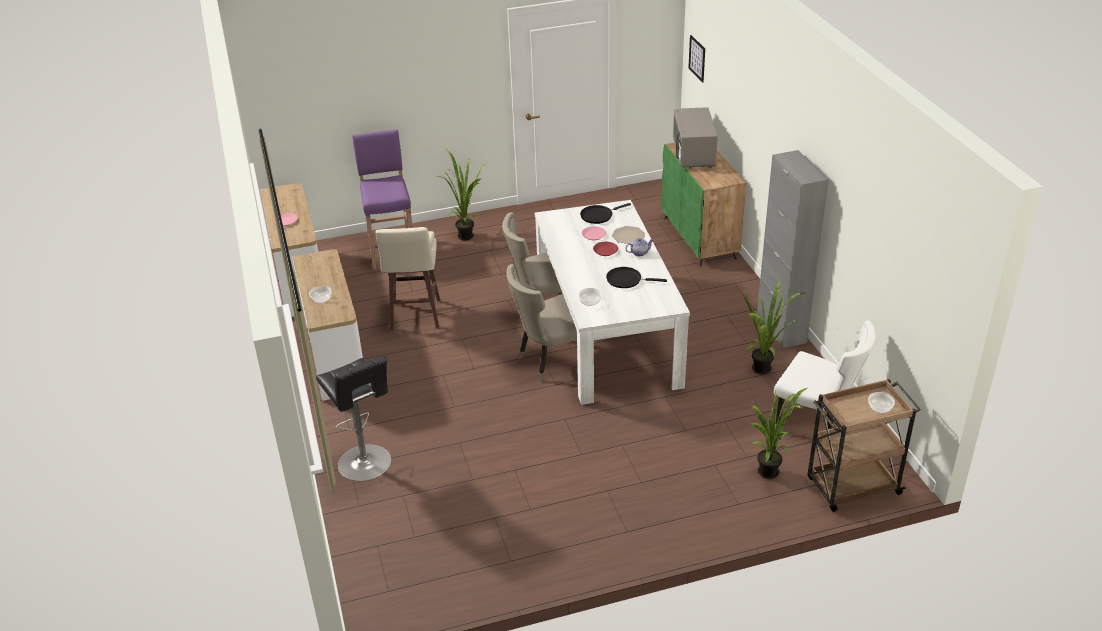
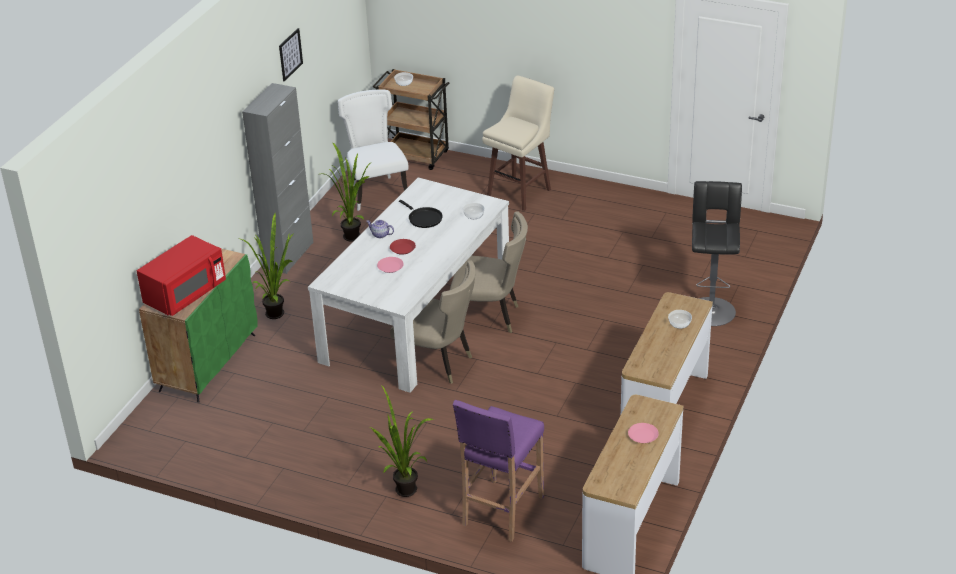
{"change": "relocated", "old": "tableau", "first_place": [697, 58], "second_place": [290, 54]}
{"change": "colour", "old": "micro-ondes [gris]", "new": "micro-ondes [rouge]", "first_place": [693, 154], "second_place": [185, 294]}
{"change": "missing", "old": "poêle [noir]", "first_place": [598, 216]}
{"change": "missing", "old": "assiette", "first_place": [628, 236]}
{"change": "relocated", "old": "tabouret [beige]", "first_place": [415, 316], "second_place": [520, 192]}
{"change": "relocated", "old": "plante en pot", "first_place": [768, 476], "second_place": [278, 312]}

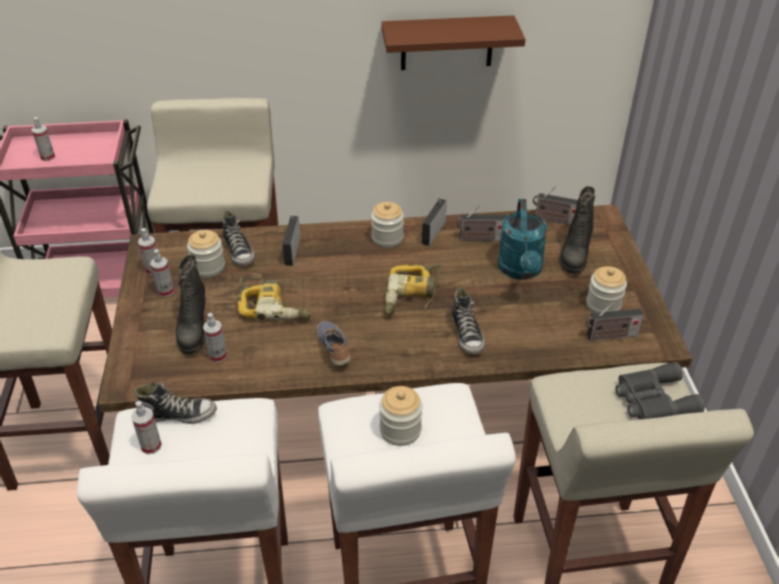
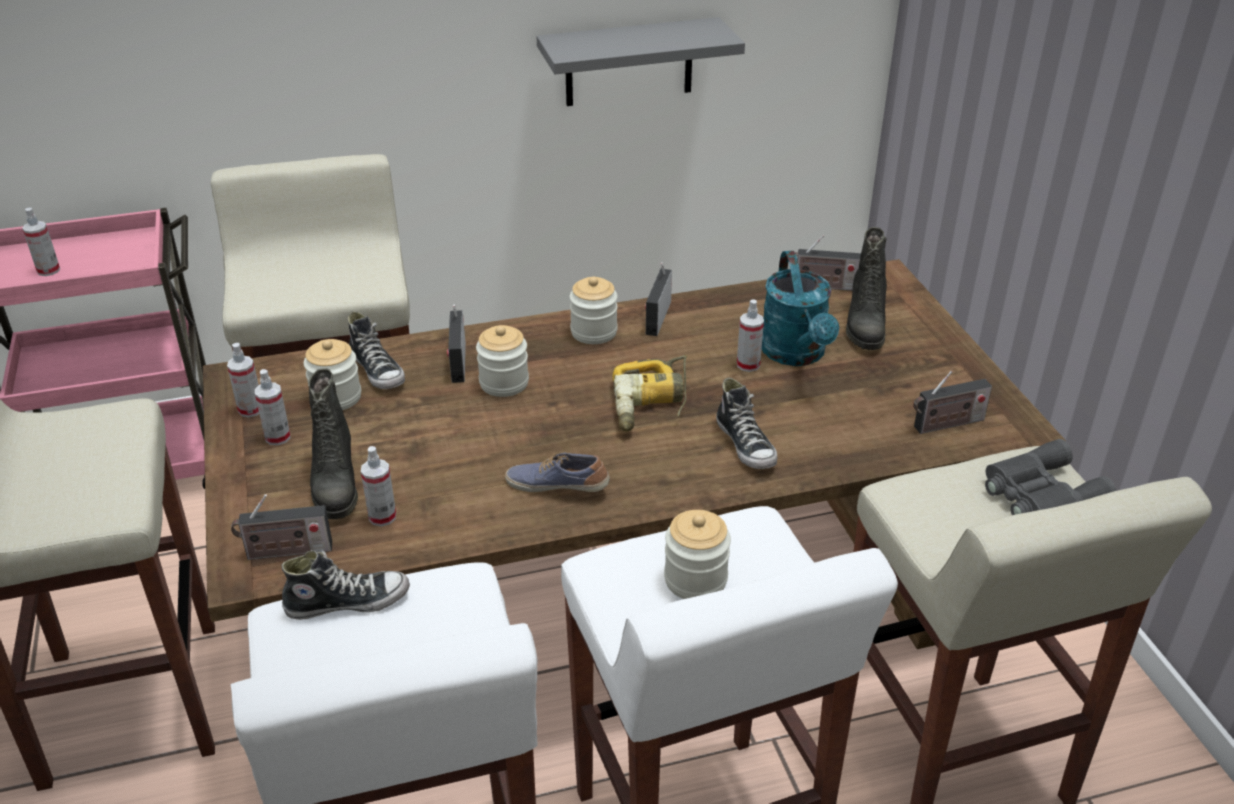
{"change": "colour", "old": "étagère [marron]", "new": "étagère [gris]", "first_place": [447, 43], "second_place": [629, 62]}
{"change": "relocated", "old": "radio", "first_place": [480, 238], "second_place": [285, 552]}
{"change": "relocated", "old": "bocal", "first_place": [603, 305], "second_place": [504, 383]}
{"change": "missing", "old": "perceuse", "first_place": [275, 306]}
{"change": "spun", "old": "chaussure", "first_place": [334, 348], "second_place": [558, 486], "degrees": -45}
{"change": "relocated", "old": "vaporisateur", "first_place": [151, 446], "second_place": [748, 365]}

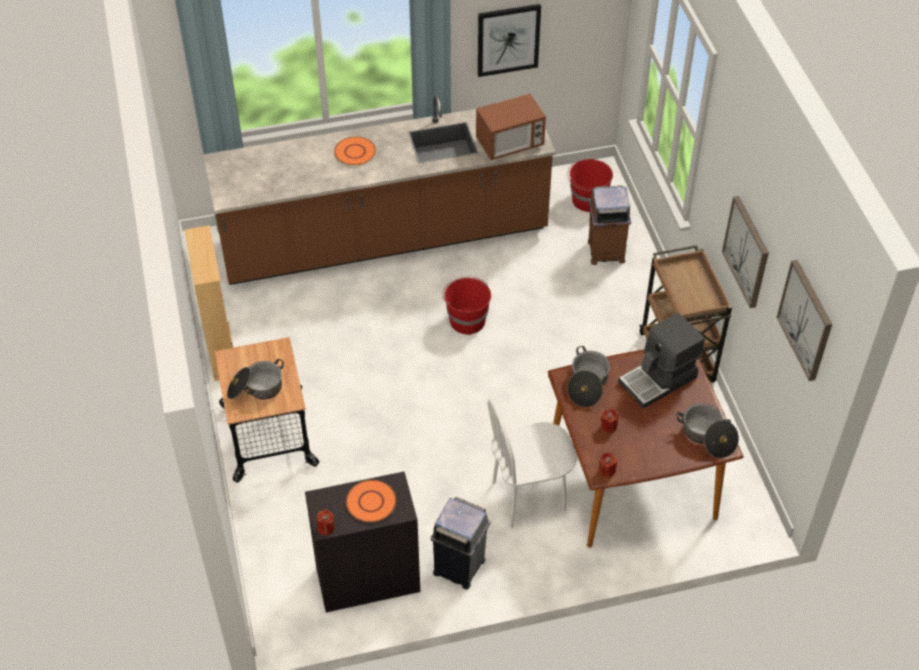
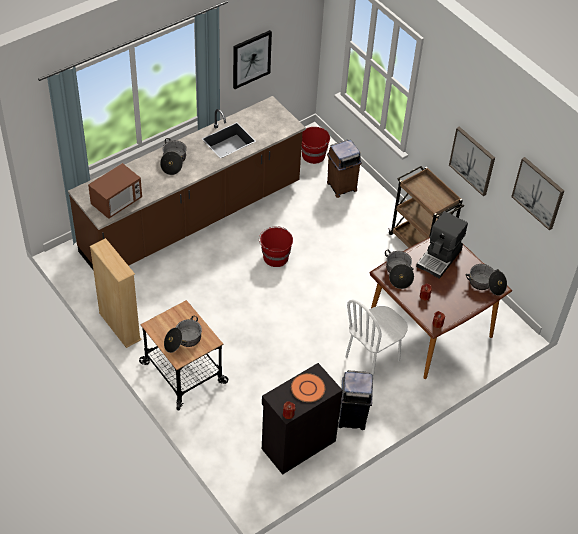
{"change": "relocated", "old": "micro-ondes", "first_place": [510, 144], "second_place": [117, 202]}
{"change": "exchanged", "old": "assiette [orange]", "new": "marmite", "first_place": [355, 152], "second_place": [173, 162]}

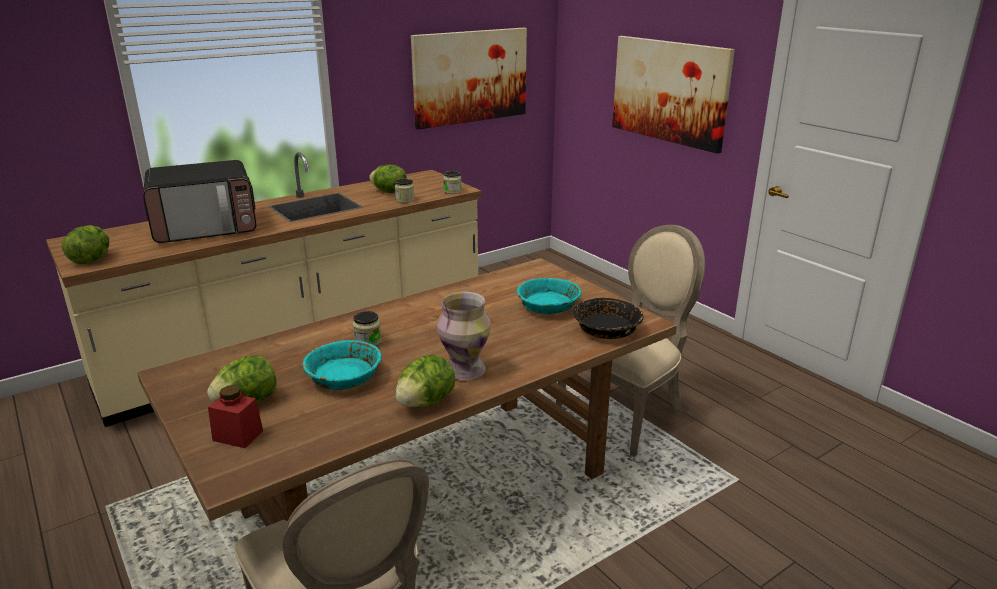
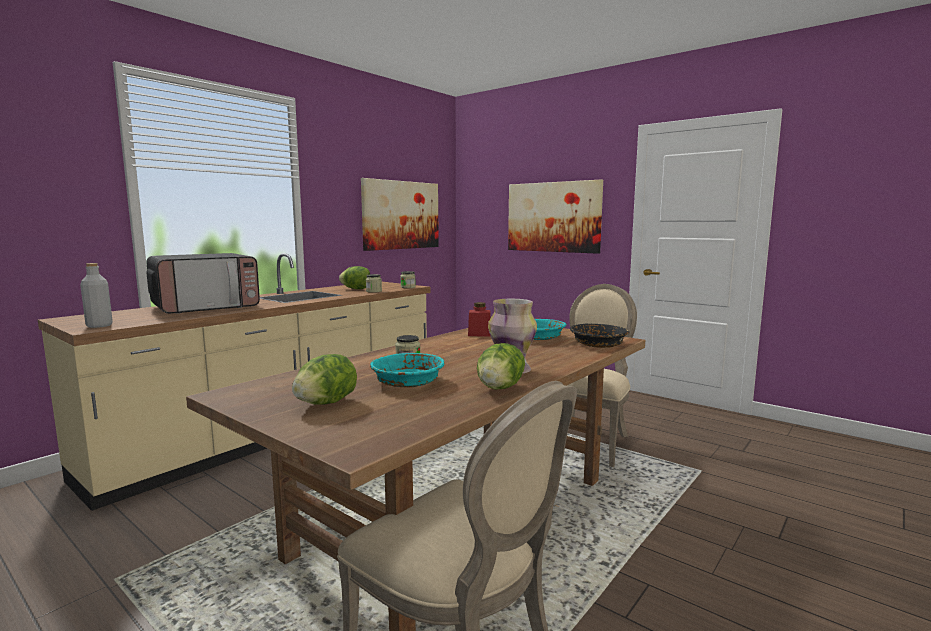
{"change": "exchanged", "old": "laitue", "new": "bouteille [gris]", "first_place": [91, 260], "second_place": [99, 325]}
{"change": "relocated", "old": "bocal [rouge]", "first_place": [238, 435], "second_place": [479, 334]}

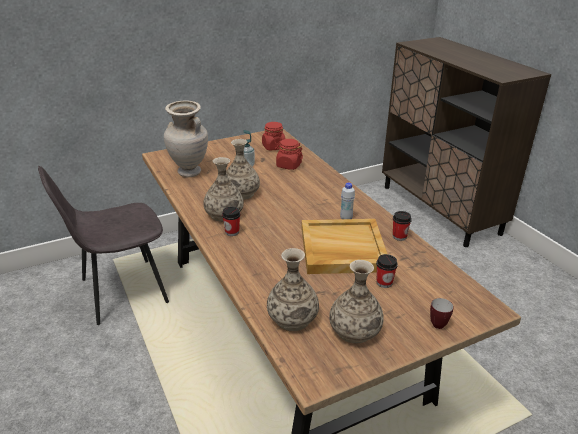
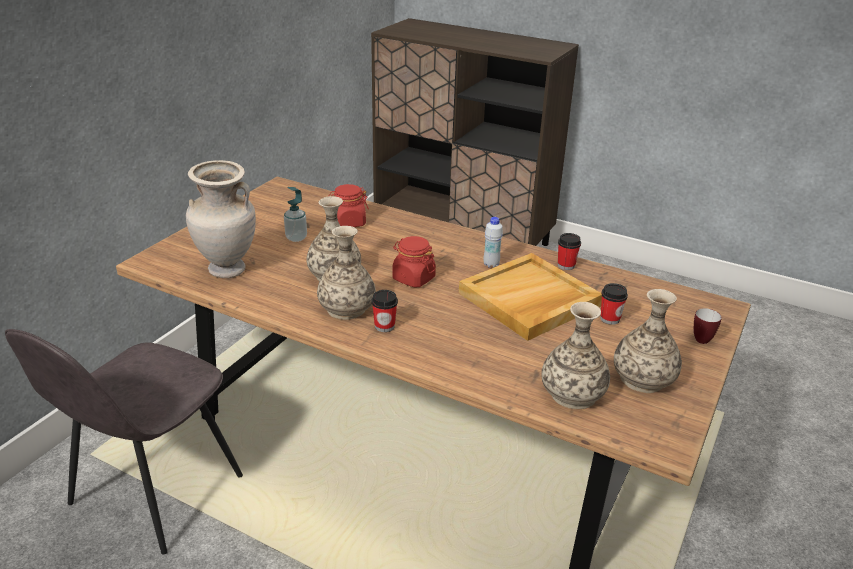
{"change": "relocated", "old": "bocal [rouge]", "first_place": [273, 147], "second_place": [413, 278]}

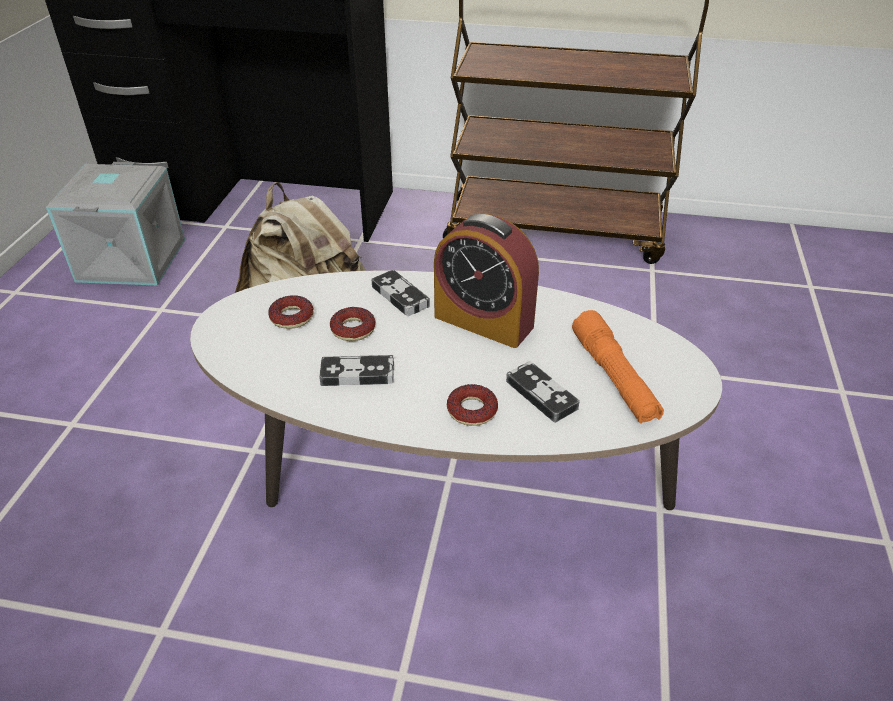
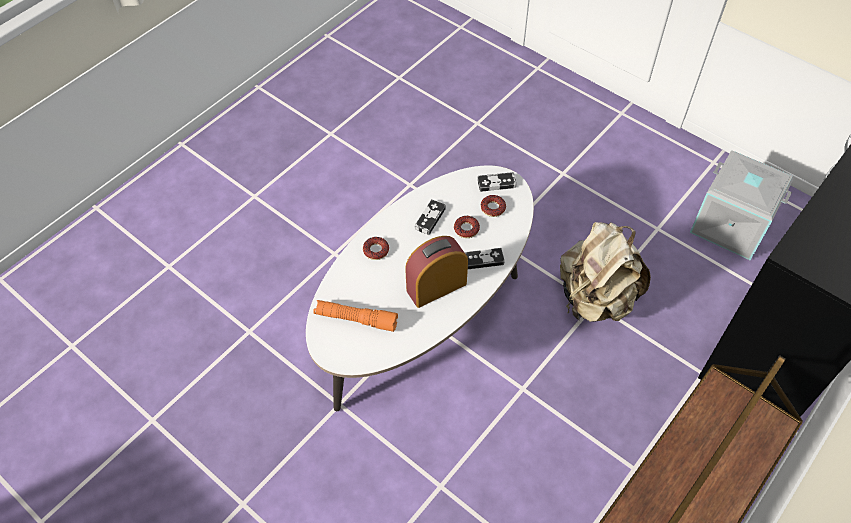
{"change": "relocated", "old": "manette", "first_place": [541, 394], "second_place": [496, 183]}

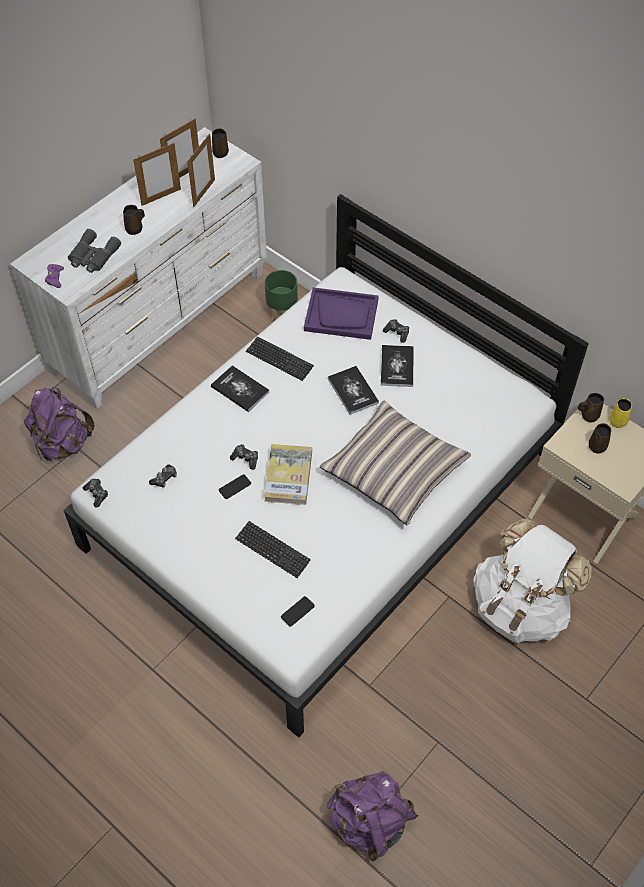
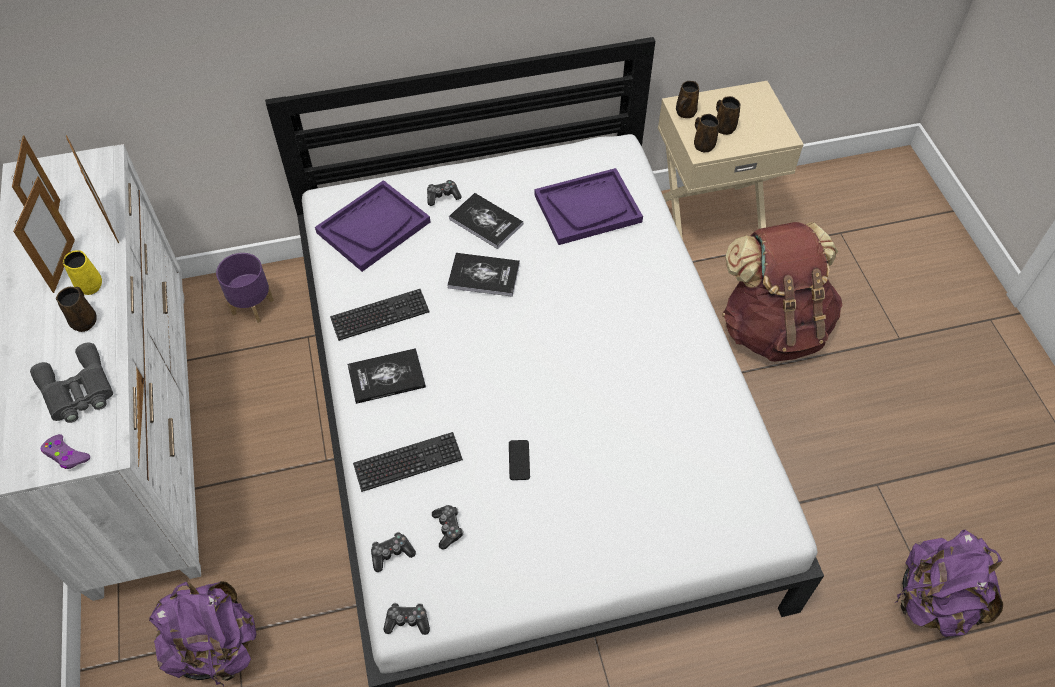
{"change": "relocated", "old": "mug [marron]", "first_place": [221, 152], "second_place": [703, 145]}
{"change": "colour", "old": "cache-pot [vert]", "new": "cache-pot [violet]", "first_place": [282, 311], "second_place": [253, 306]}
{"change": "relocated", "old": "mug [jaune]", "first_place": [618, 421], "second_place": [90, 284]}
{"change": "missing", "old": "coussin", "first_place": [394, 470]}
{"change": "relocated", "old": "manette", "first_place": [245, 459], "second_place": [391, 553]}
{"change": "missing", "old": "livre", "first_place": [288, 476]}
{"change": "colour", "old": "sac à dos [blanc]", "new": "sac à dos [marron]", "first_place": [520, 606], "second_place": [772, 327]}
{"change": "relocated", "old": "clavier", "first_place": [272, 550], "second_place": [408, 463]}
{"change": "missing", "old": "téléphone", "first_place": [297, 611]}
{"change": "appeared", "new": "plateau [violet]", "second_place": [588, 208]}

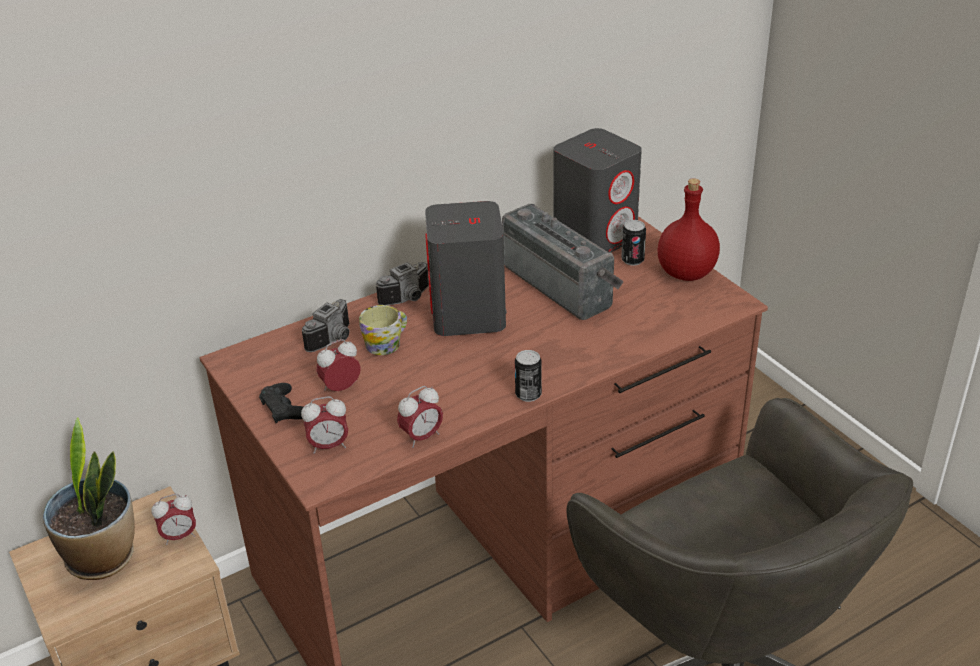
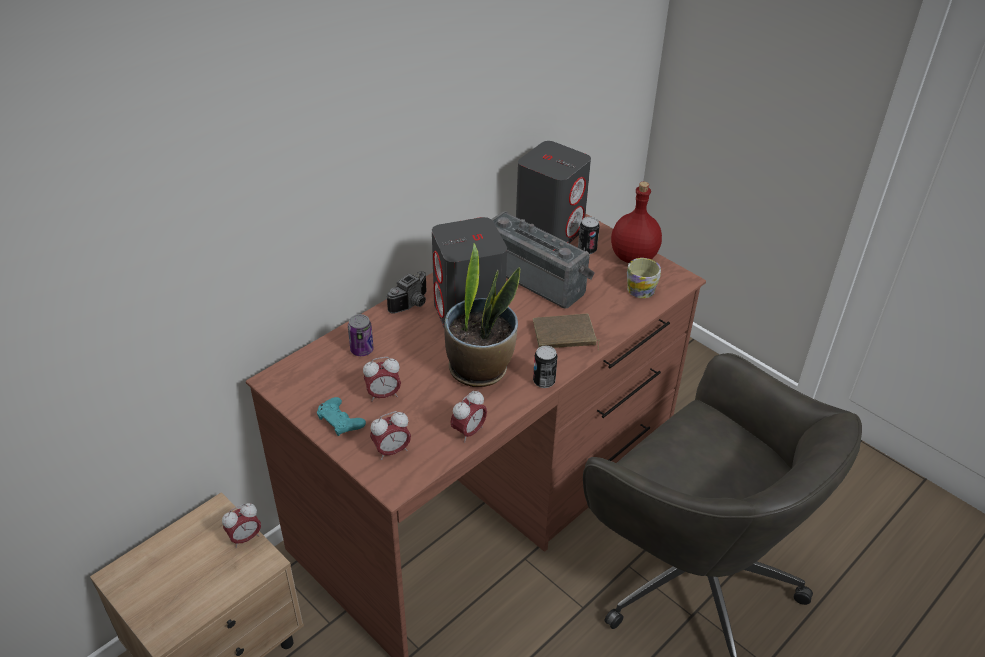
{"change": "exchanged", "old": "appareil photo", "new": "boîte métallique", "first_place": [334, 340], "second_place": [362, 350]}
{"change": "relocated", "old": "mug", "first_place": [387, 343], "second_place": [643, 288]}
{"change": "spun", "old": "réveil", "first_place": [341, 388], "second_place": [383, 395], "degrees": -150}
{"change": "colour", "old": "manette [noir]", "new": "manette [turquoise]", "first_place": [284, 409], "second_place": [340, 421]}
{"change": "relocated", "old": "plante en pot", "first_place": [103, 557], "second_place": [479, 368]}
{"change": "appeared", "new": "livre [marron]", "second_place": [564, 336]}

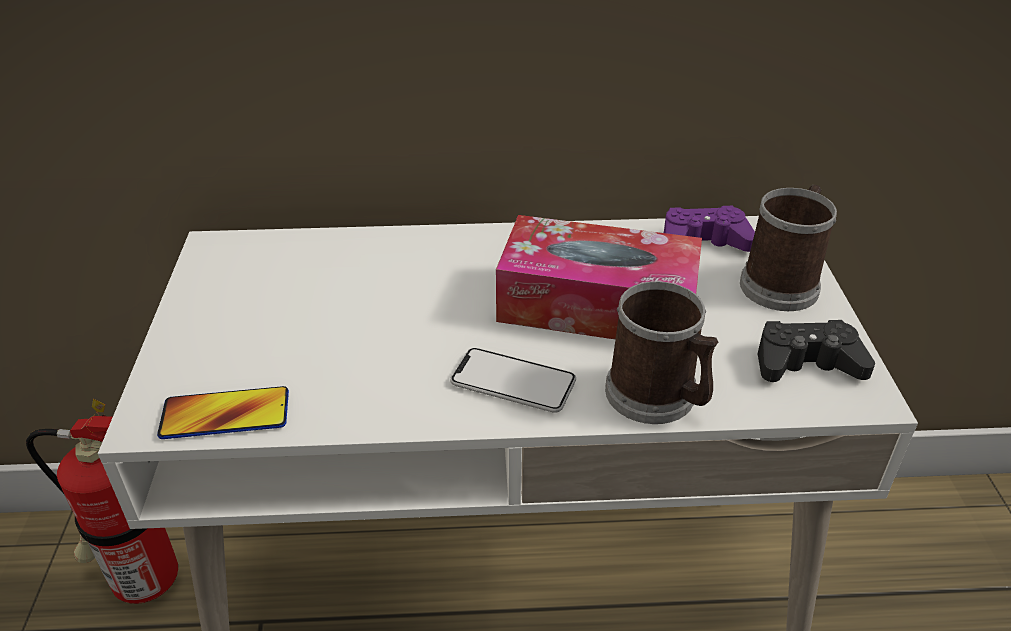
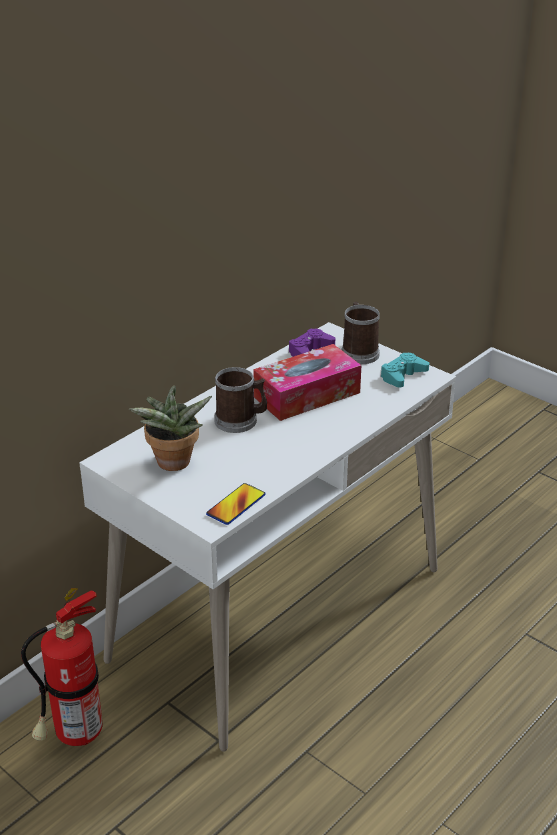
{"change": "relocated", "old": "mug", "first_place": [658, 397], "second_place": [240, 421]}
{"change": "colour", "old": "manette [noir]", "new": "manette [turquoise]", "first_place": [806, 363], "second_place": [402, 375]}
{"change": "missing", "old": "téléphone", "first_place": [513, 382]}
{"change": "appeared", "new": "plante en pot", "second_place": [173, 465]}

